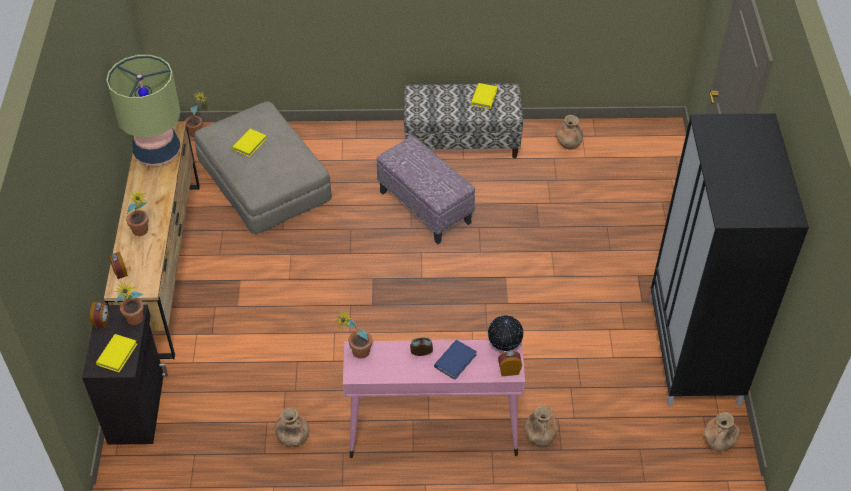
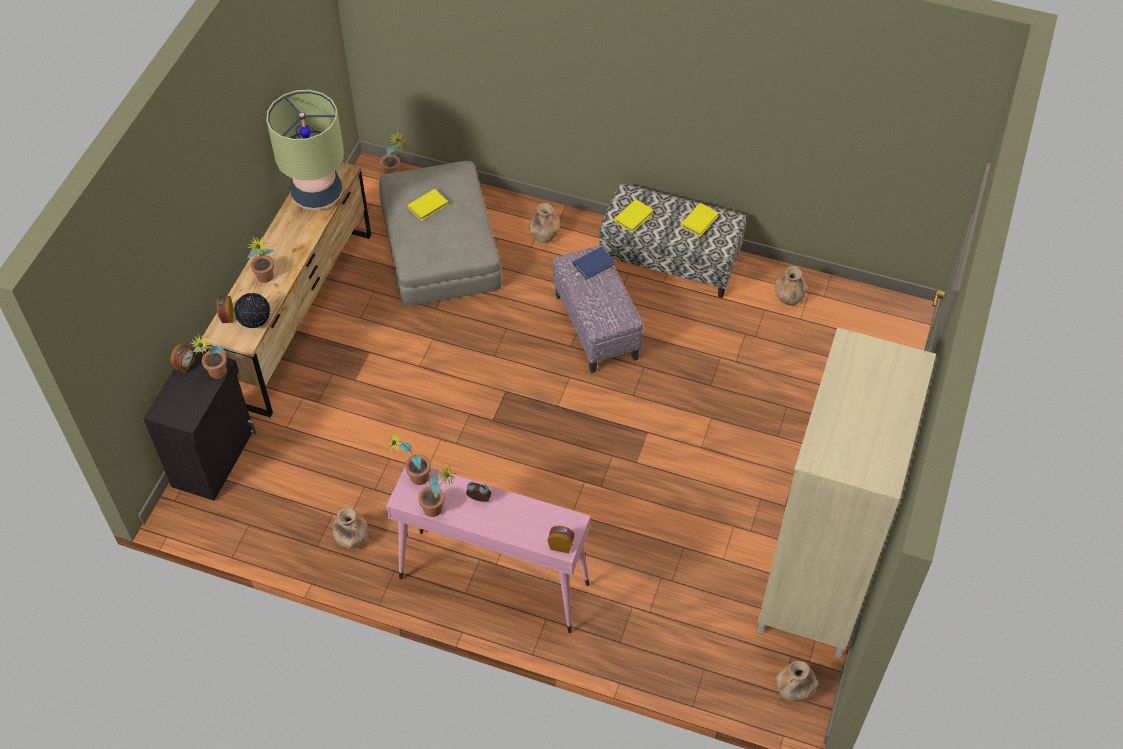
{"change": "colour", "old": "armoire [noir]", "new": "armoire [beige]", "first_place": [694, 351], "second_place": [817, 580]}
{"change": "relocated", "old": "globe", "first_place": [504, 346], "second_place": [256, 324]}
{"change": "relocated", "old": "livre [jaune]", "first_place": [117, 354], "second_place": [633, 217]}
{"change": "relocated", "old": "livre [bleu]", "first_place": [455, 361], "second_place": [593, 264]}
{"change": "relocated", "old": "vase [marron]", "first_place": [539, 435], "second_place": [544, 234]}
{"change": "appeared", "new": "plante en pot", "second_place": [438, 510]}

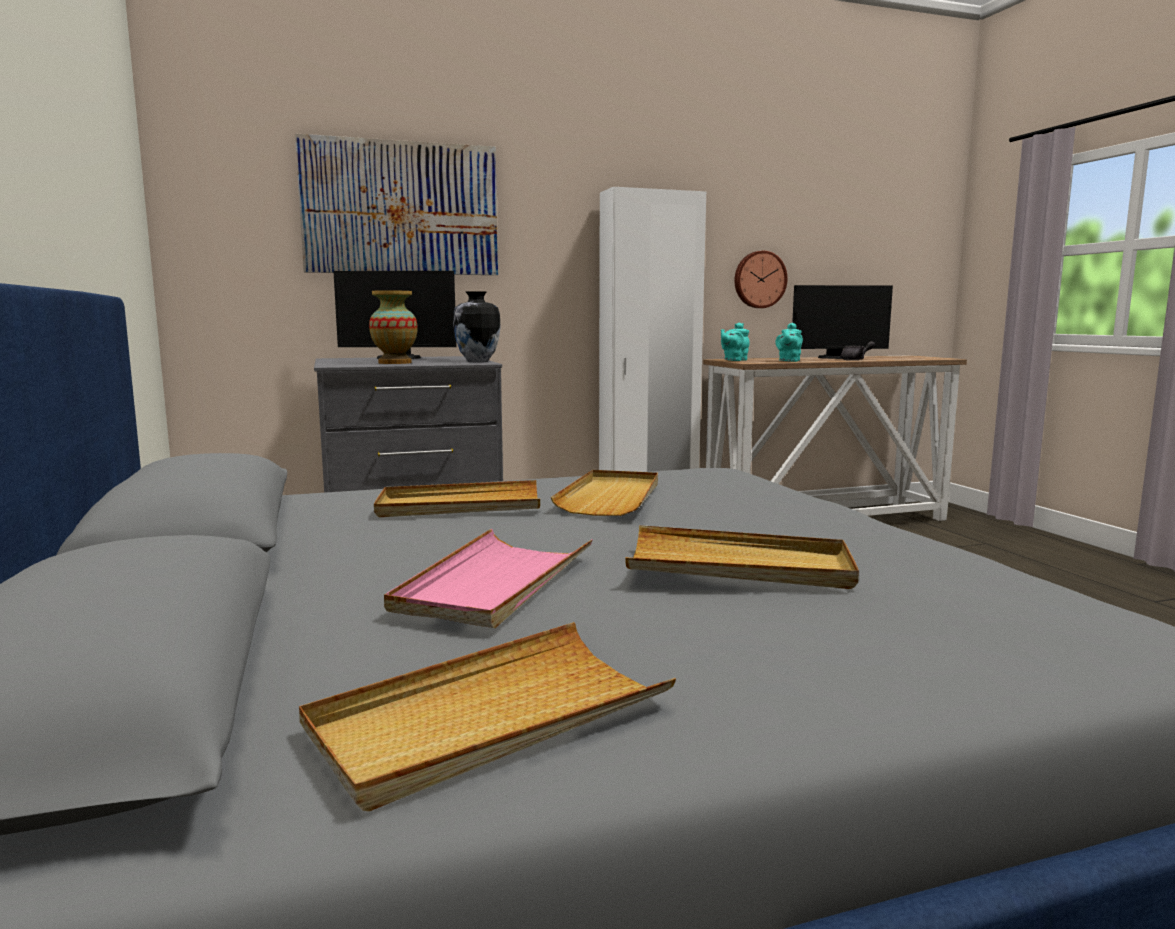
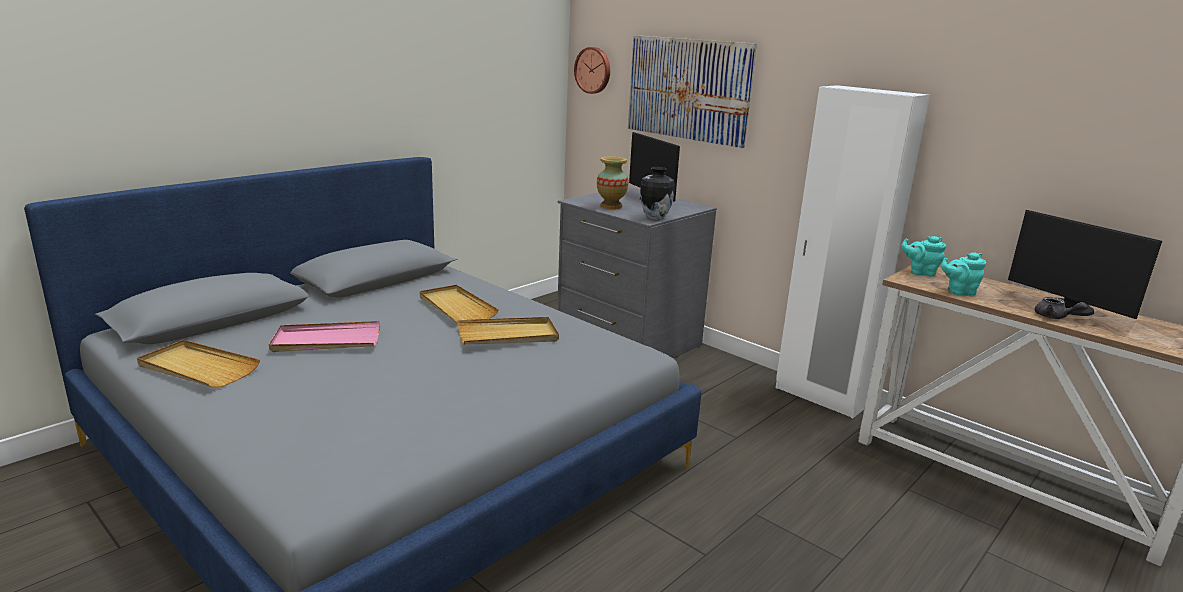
{"change": "relocated", "old": "horloge murale", "first_place": [759, 279], "second_place": [593, 70]}
{"change": "missing", "old": "plateau [beige]", "first_place": [739, 566]}

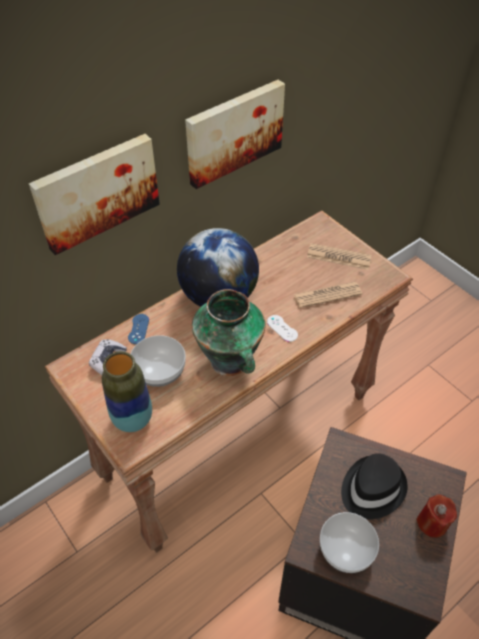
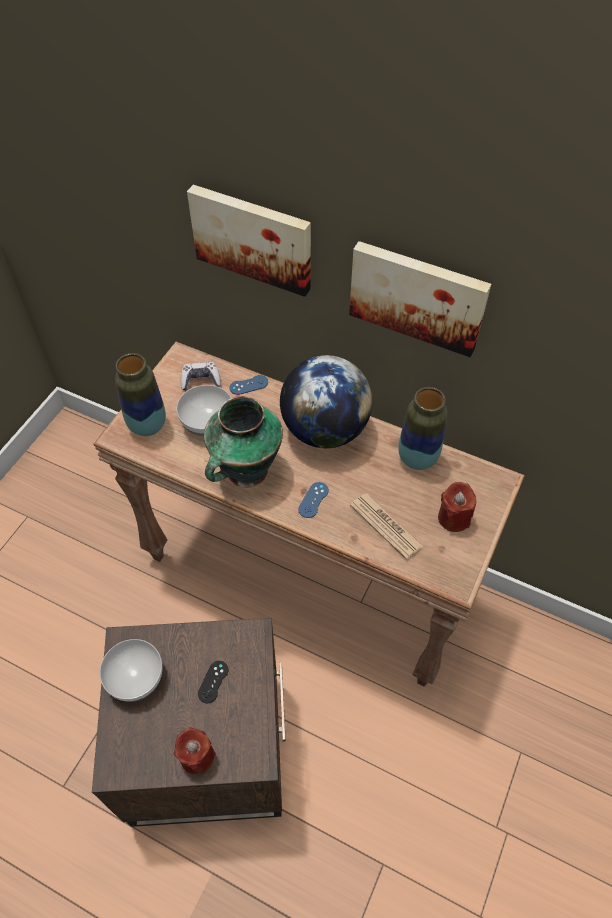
{"change": "exchanged", "old": "journal", "new": "bougie [rouge]", "first_place": [339, 257], "second_place": [453, 518]}
{"change": "colour", "old": "manette [blanc]", "new": "manette [bleu]", "first_place": [282, 328], "second_place": [313, 500]}
{"change": "exchanged", "old": "chapeau [noir]", "new": "manette [noir]", "first_place": [371, 488], "second_place": [213, 682]}
{"change": "appeared", "new": "vase", "second_place": [417, 458]}

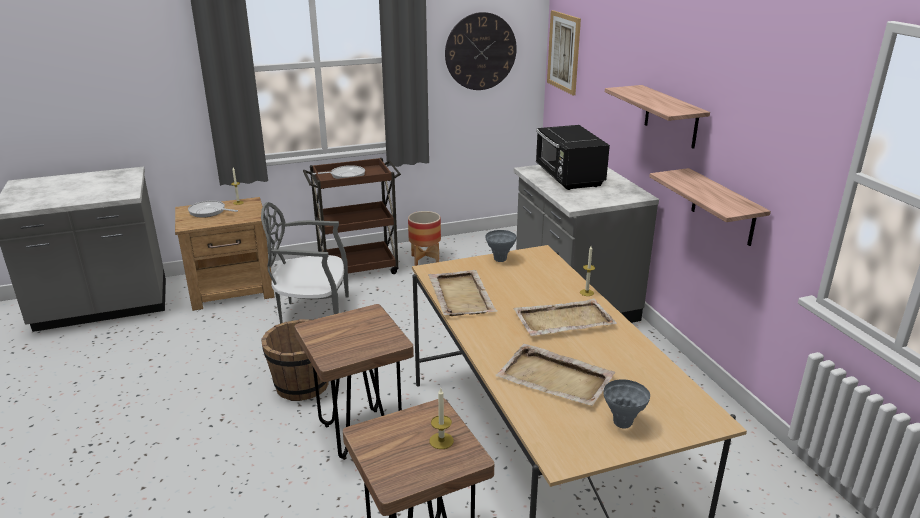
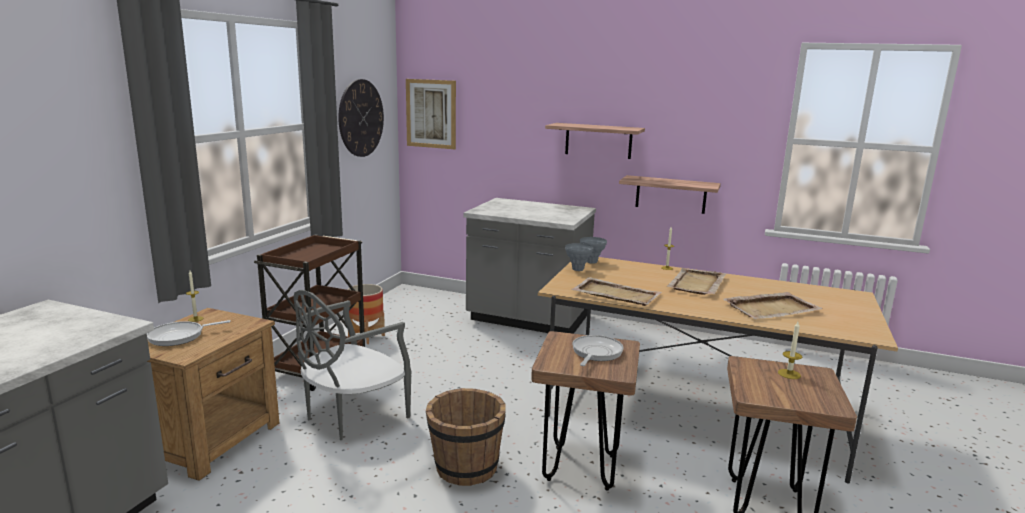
{"change": "missing", "old": "micro-ondes [noir]", "first_place": [568, 178]}
{"change": "relocated", "old": "poêle", "first_place": [345, 175], "second_place": [595, 353]}
{"change": "relocated", "old": "vase [gris]", "first_place": [622, 423], "second_place": [591, 262]}

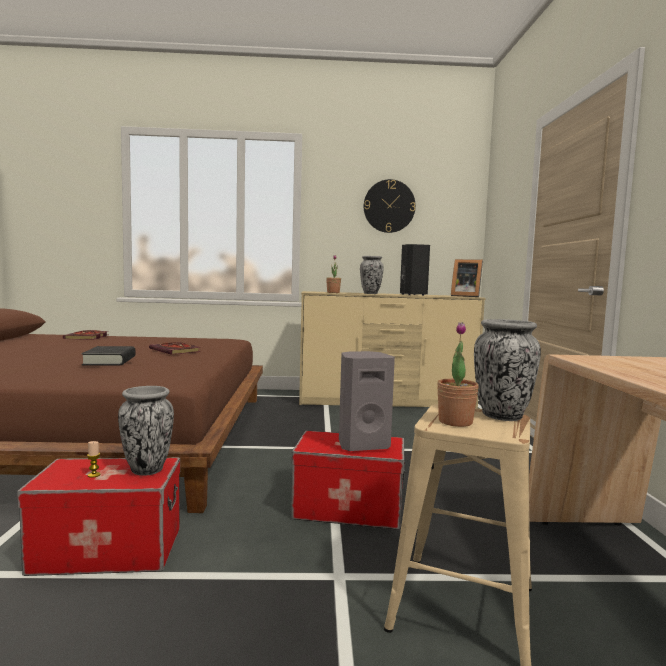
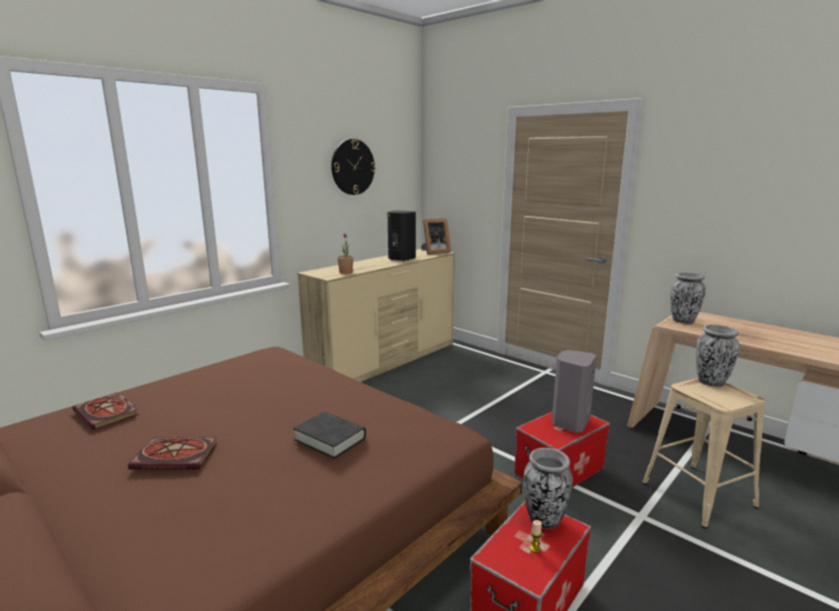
{"change": "relocated", "old": "vase", "first_place": [370, 293], "second_place": [683, 321]}
{"change": "missing", "old": "plante en pot", "first_place": [455, 422]}
{"change": "relocated", "old": "livre", "first_place": [176, 351], "second_place": [178, 456]}

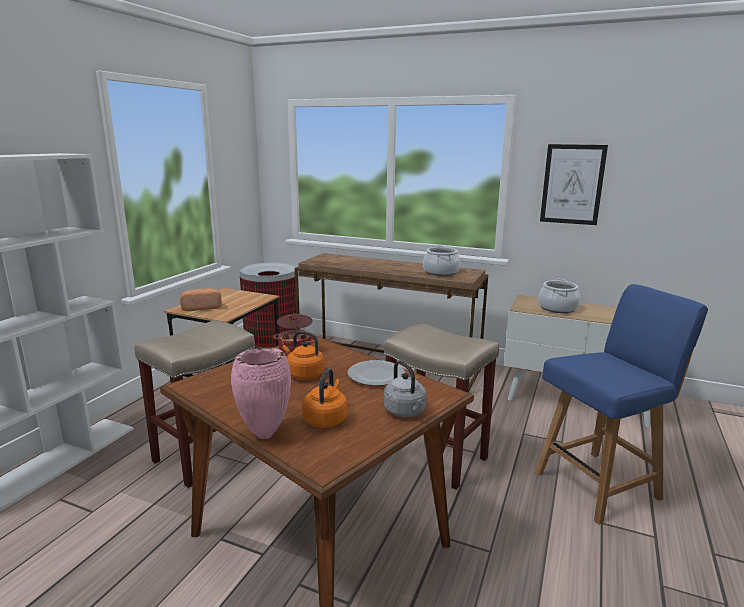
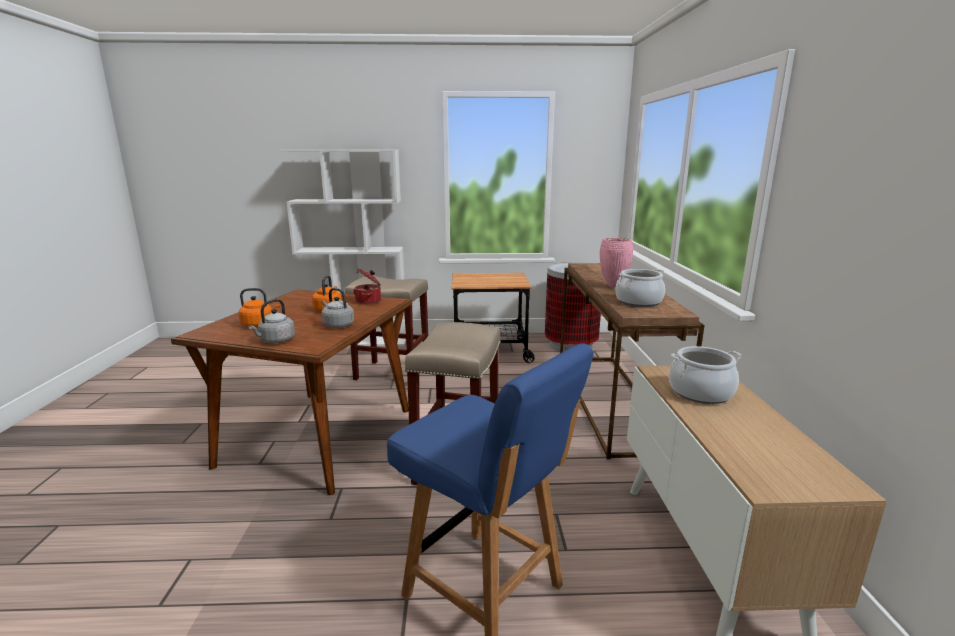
{"change": "missing", "old": "tableau", "first_place": [572, 184]}
{"change": "missing", "old": "pain", "first_place": [202, 307]}
{"change": "relocated", "old": "vase [rose]", "first_place": [264, 434], "second_place": [613, 287]}
{"change": "exchanged", "old": "assiette", "new": "bouilloire [gris]", "first_place": [376, 376], "second_place": [337, 325]}

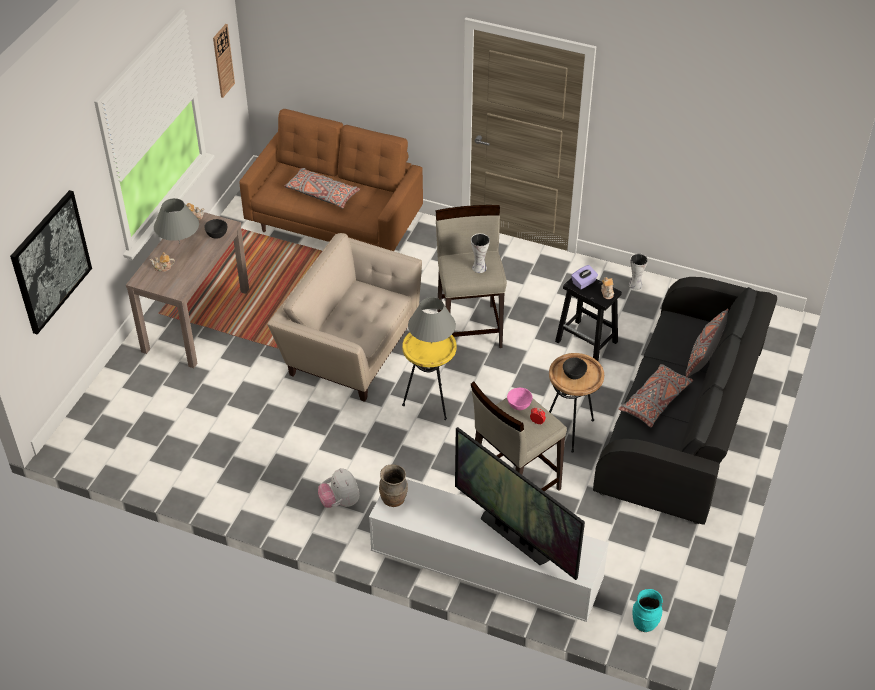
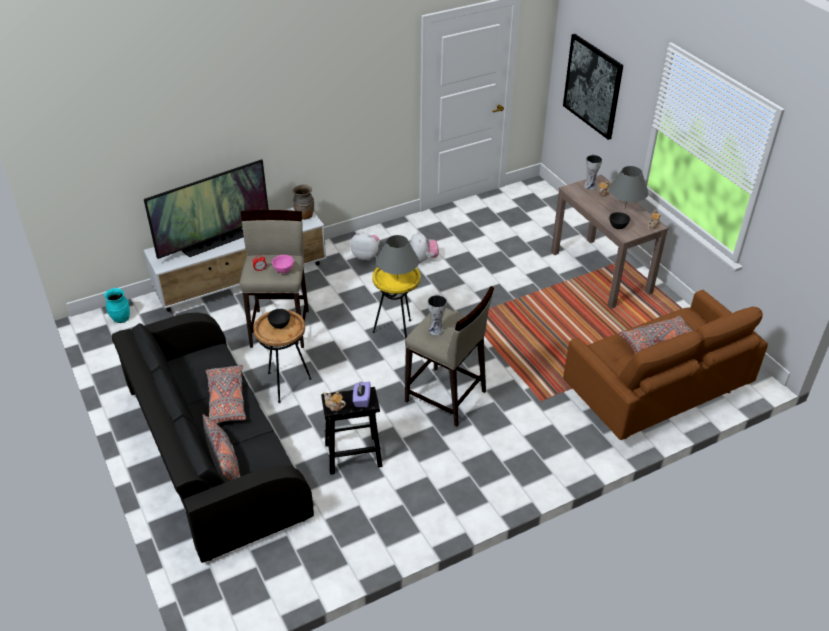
{"change": "missing", "old": "horloge murale", "first_place": [223, 60]}
{"change": "missing", "old": "fauteuil [beige]", "first_place": [350, 346]}
{"change": "relocated", "old": "vase", "first_place": [634, 284], "second_place": [590, 186]}
{"change": "spun", "old": "téléviseur", "first_place": [515, 536], "second_place": [215, 243], "degrees": 150}
{"change": "appeared", "new": "peluche", "second_place": [423, 259]}

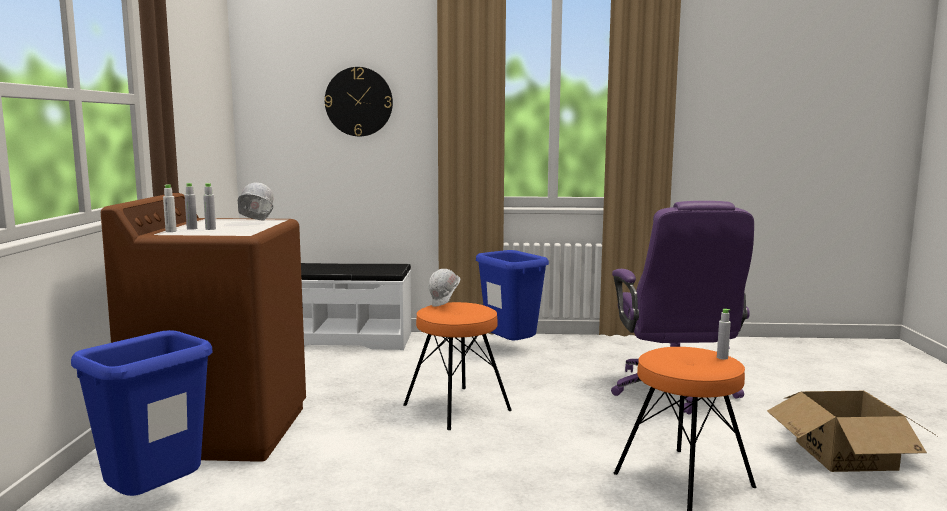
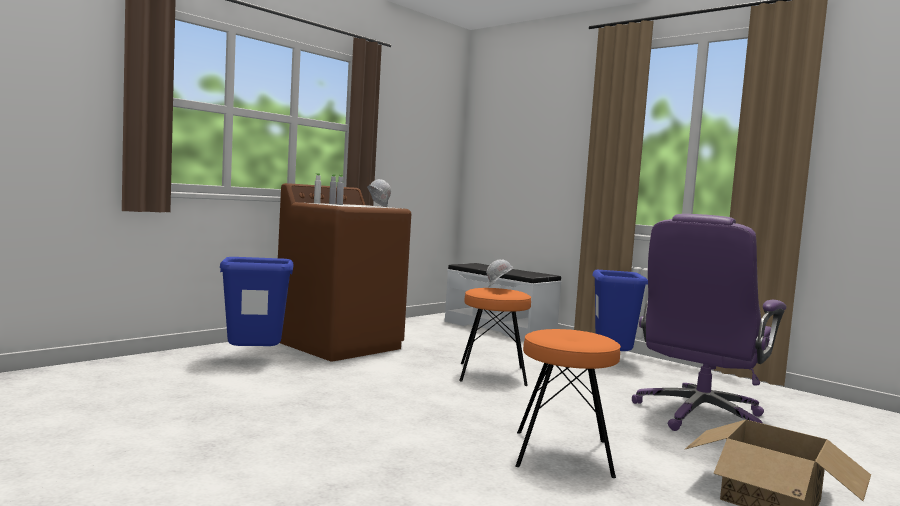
{"change": "missing", "old": "horloge murale", "first_place": [359, 102]}
{"change": "missing", "old": "bouteille [gris]", "first_place": [722, 357]}

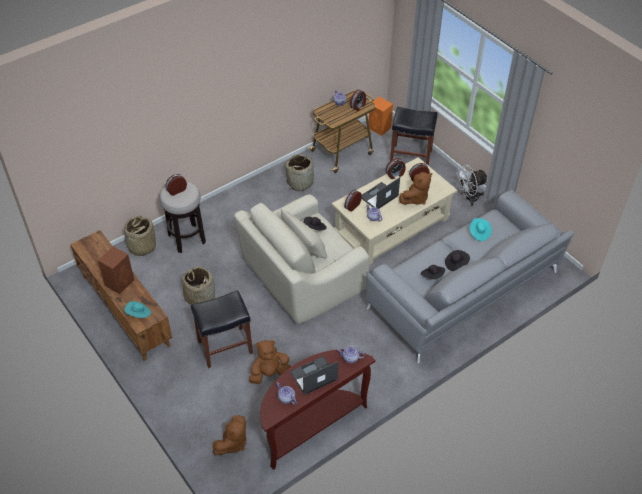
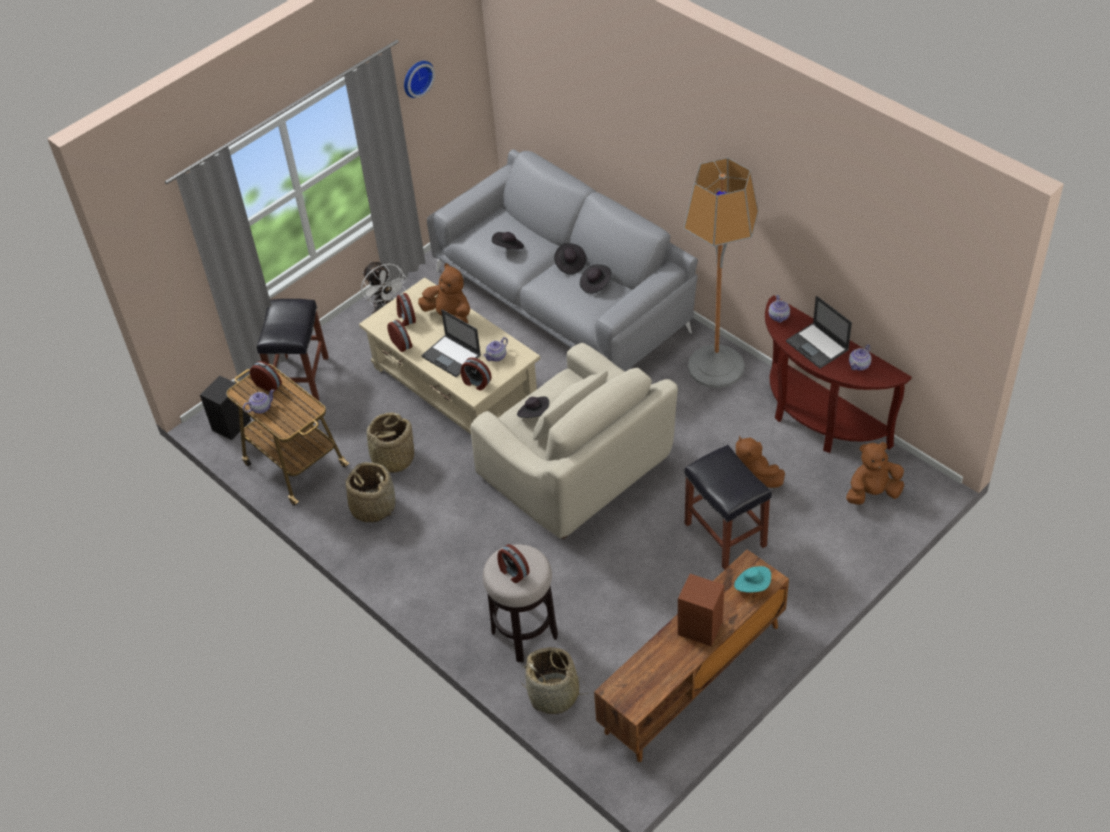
{"change": "colour", "old": "enceinte [orange]", "new": "enceinte [noir]", "first_place": [379, 128], "second_place": [232, 424]}
{"change": "colour", "old": "chapeau [turquoise]", "new": "chapeau [noir]", "first_place": [479, 233], "second_place": [508, 248]}
{"change": "relocated", "old": "panier", "first_place": [199, 296], "second_place": [392, 458]}
{"change": "spun", "old": "peluche [marron]", "first_place": [232, 443], "second_place": [872, 493], "degrees": -45}
{"change": "appeared", "new": "horloge murale", "second_place": [416, 77]}
{"change": "appeared", "new": "lampadaire", "second_place": [716, 367]}

